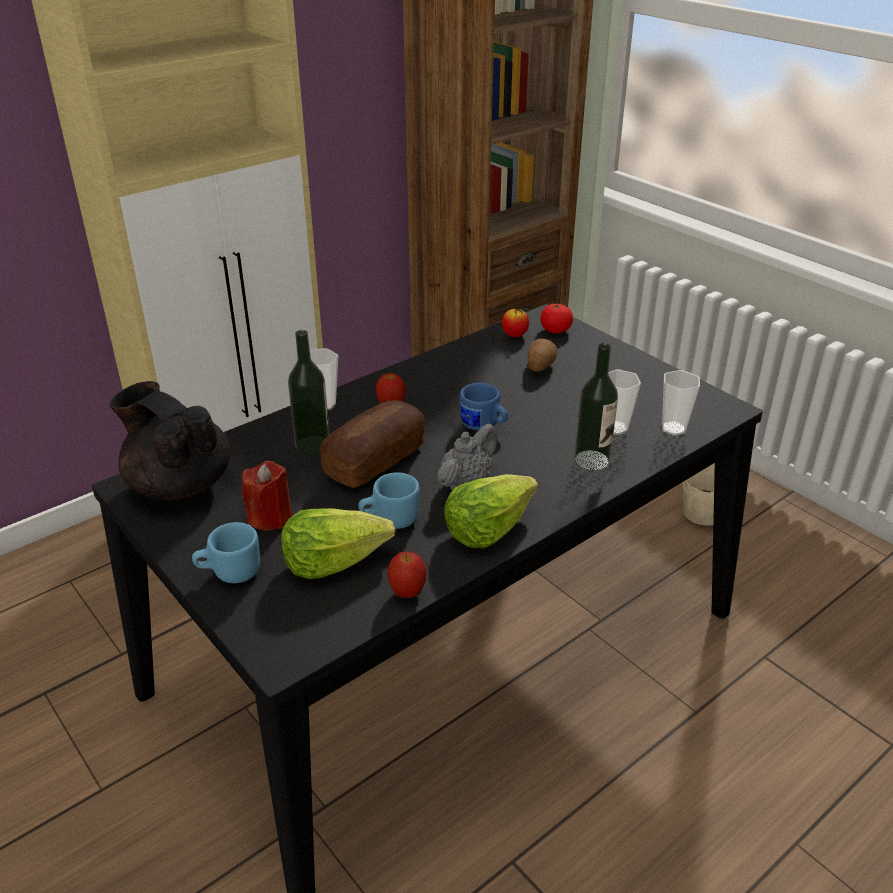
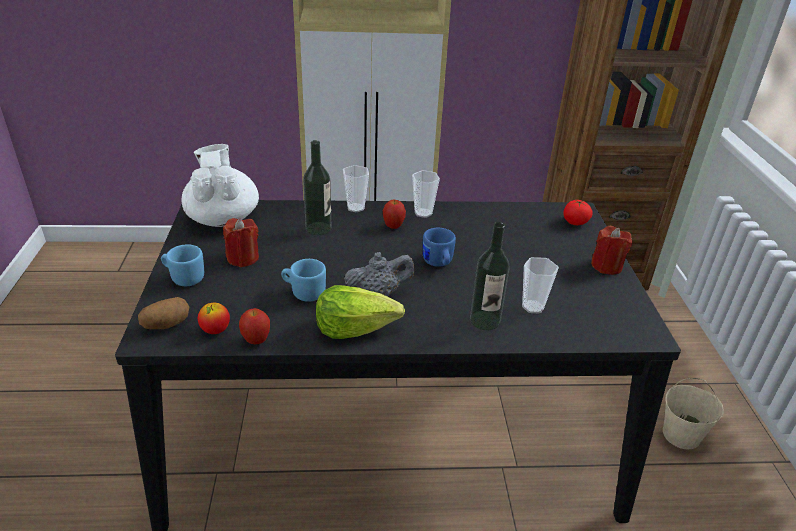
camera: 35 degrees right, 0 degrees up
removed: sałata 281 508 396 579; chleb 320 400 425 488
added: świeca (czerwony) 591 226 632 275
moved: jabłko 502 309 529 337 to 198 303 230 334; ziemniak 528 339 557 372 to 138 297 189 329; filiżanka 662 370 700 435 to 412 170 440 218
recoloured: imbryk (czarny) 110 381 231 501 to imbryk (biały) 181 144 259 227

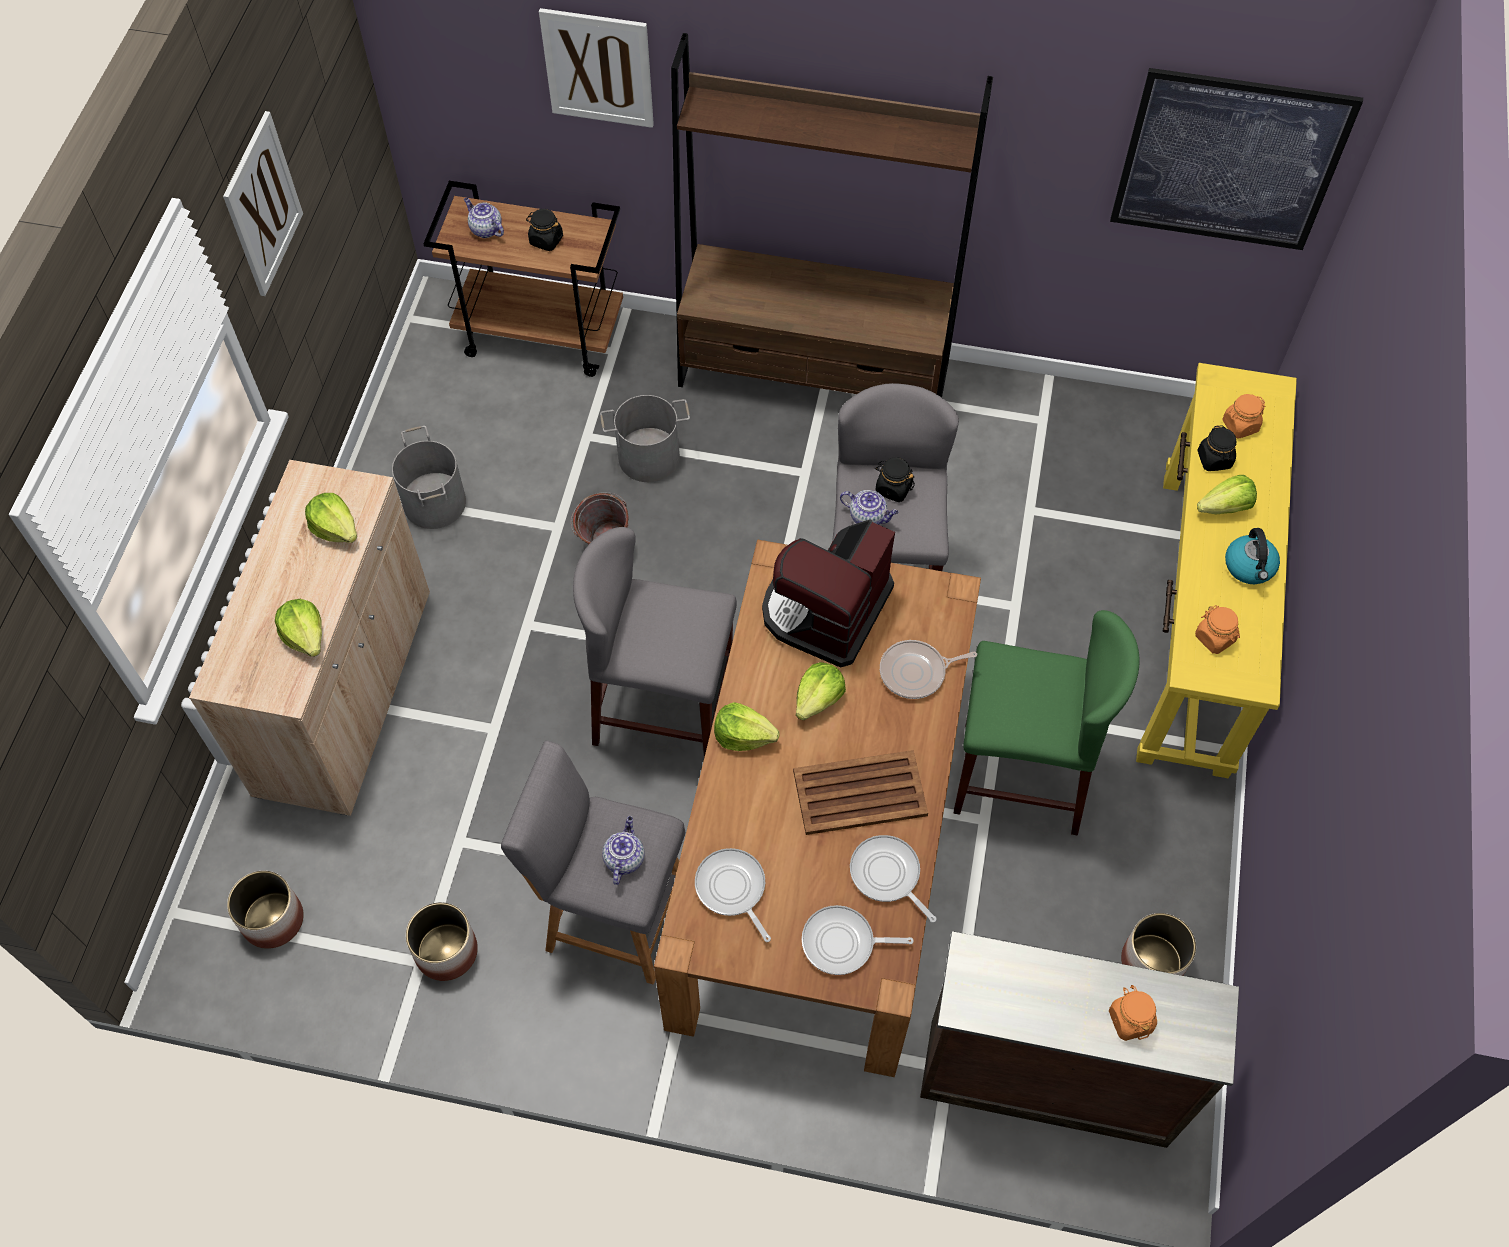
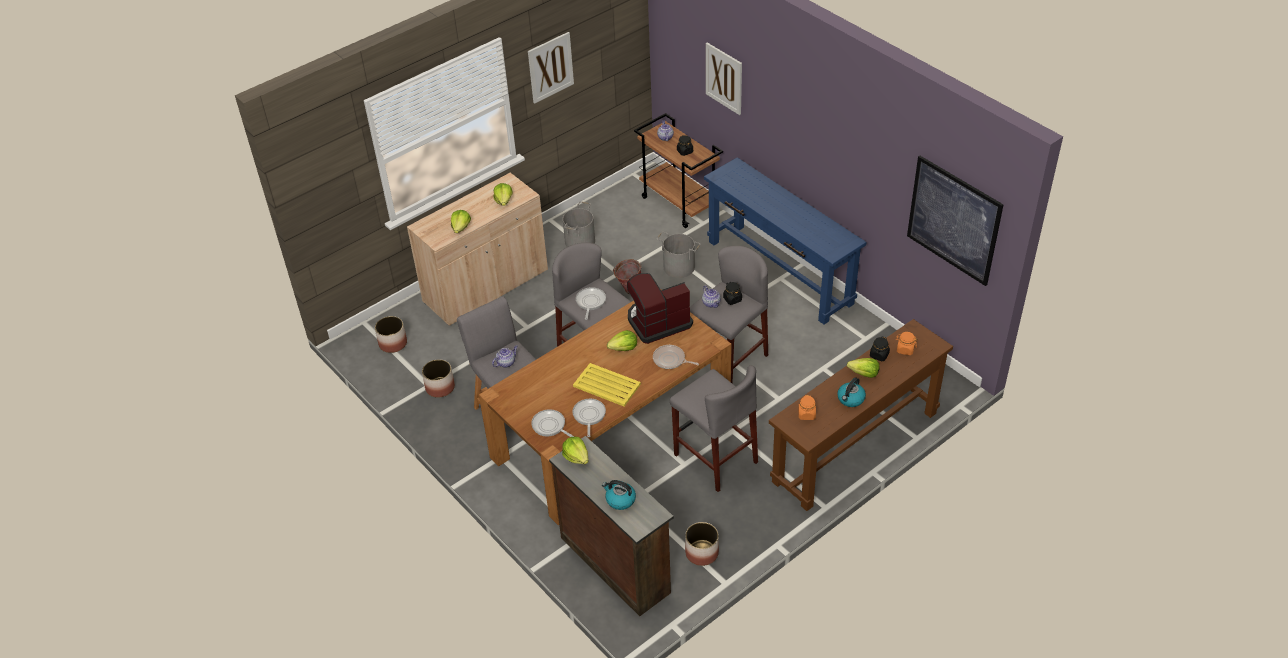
camera: 40 degrees right, 15 degrees down
moved: patelnia 695 848 771 942 to 576 287 606 320; sałata 714 702 780 751 to 562 437 589 464
replaced: regał (brązowy) 671 33 993 397 to stolik konsolowy (niebieski) 704 157 867 324; słoik (pomarańczowy) 1109 985 1157 1041 to czajnik 602 480 636 510
recoloured: taca (brązowy) 793 750 928 835 to taca (żółty) 573 363 641 407; stołek (zielony) 954 610 1140 836 to stołek (szary) 670 365 758 492; stolik konsolowy (żółty) 1136 363 1297 778 to stolik konsolowy (brązowy) 769 319 953 511

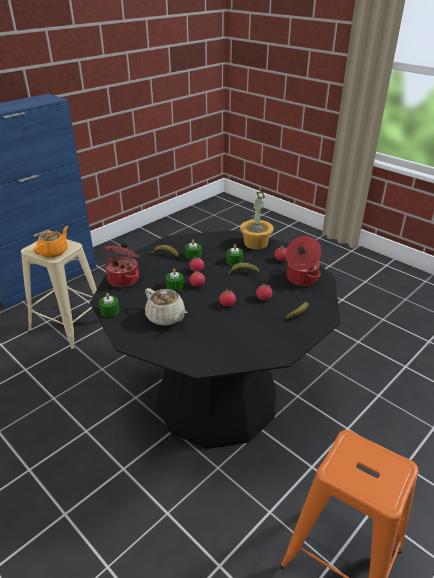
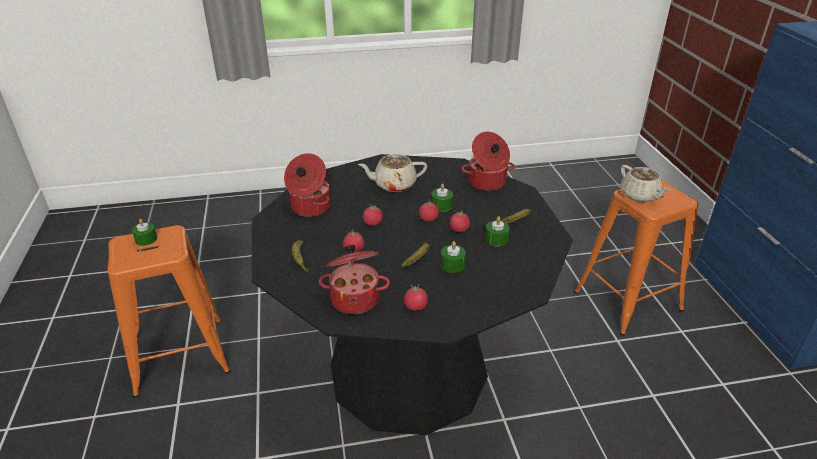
camera: 125 degrees right, 0 degrees up
removed: roślina doniczkowa 240 191 274 250
added: garnek 284 153 331 217
moved: świeca (zielony) 99 293 120 317 to 132 219 157 246
recoloured: stołek (beżowy) 21 239 97 350 to stołek (pomarańczowy) 574 180 699 336; imbryk (pomarańczowy) 33 226 68 258 to imbryk (beżowy) 620 165 671 202

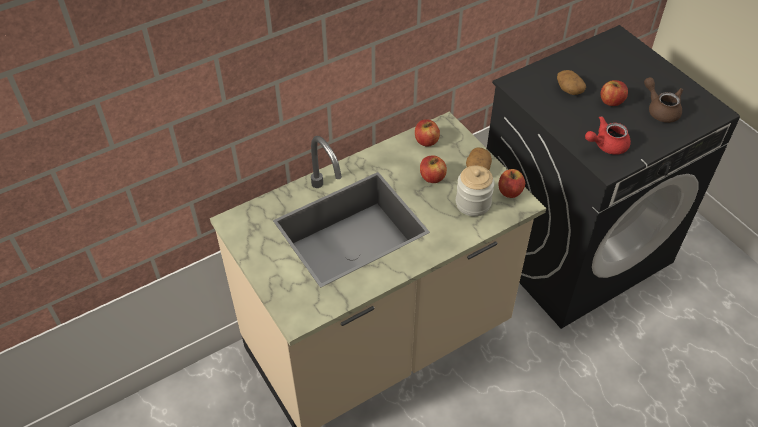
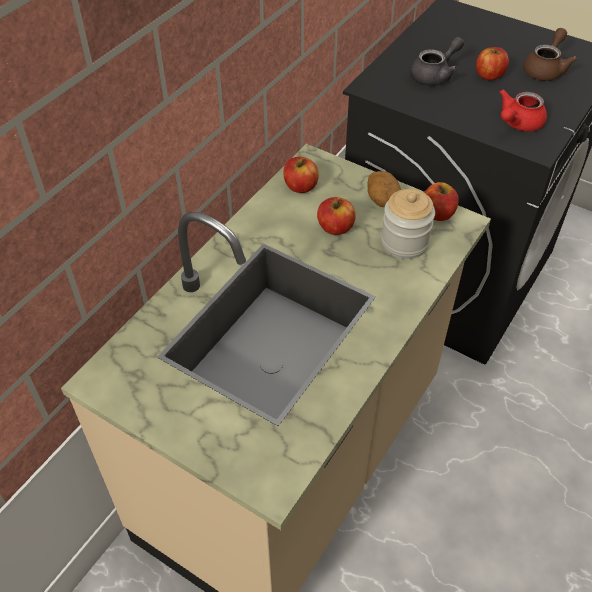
camera: 25 degrees left, 0 degrees up
replaced: ziemniak 557 70 586 95 to imbryk (szary) 410 37 464 86
turned: imbryk (brązowy) 644 77 683 123 = 523 28 578 81 90 degrees clockwise

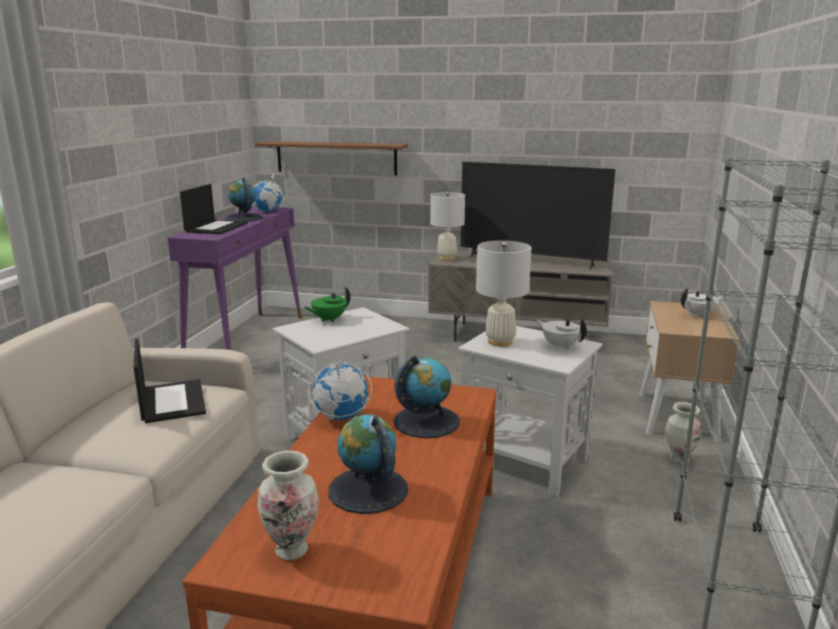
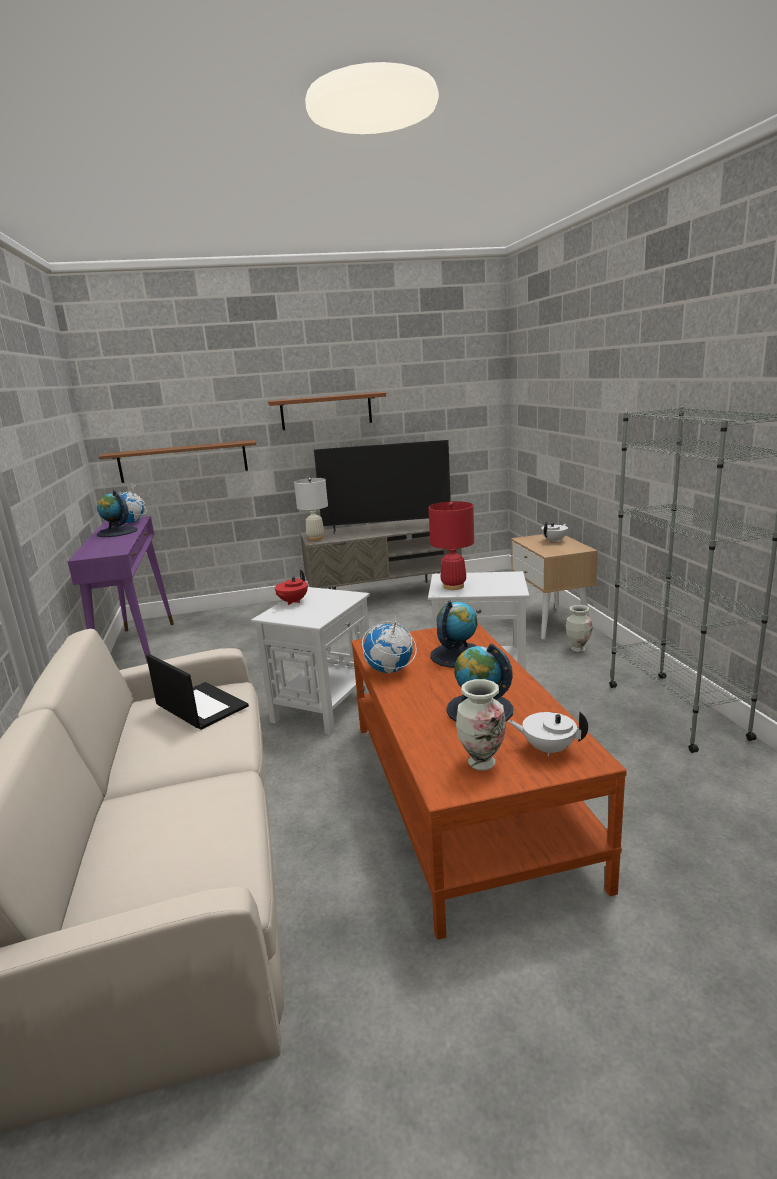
camera: 25 degrees left, 0 degrees up
removed: laptop 180 184 248 234
added: półka (brązowy) 268 392 386 430
moved: imbryk (biały) 537 319 587 349 to 508 711 588 756
recoloured: imbryk (zielony) 304 287 351 322 to imbryk (czerwony) 275 569 308 605; lampa stołowa (biały) 476 240 531 347 to lampa stołowa (czerwony) 428 501 474 590

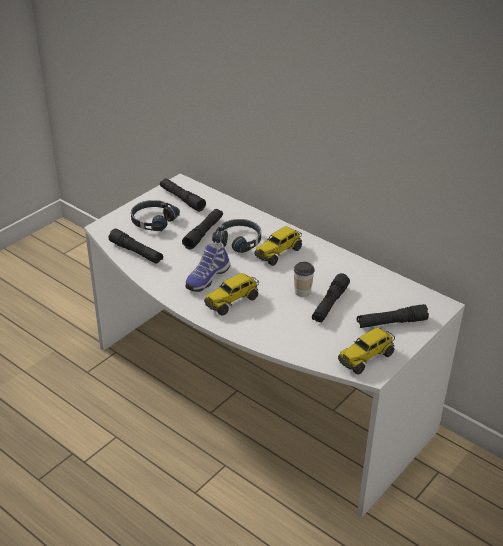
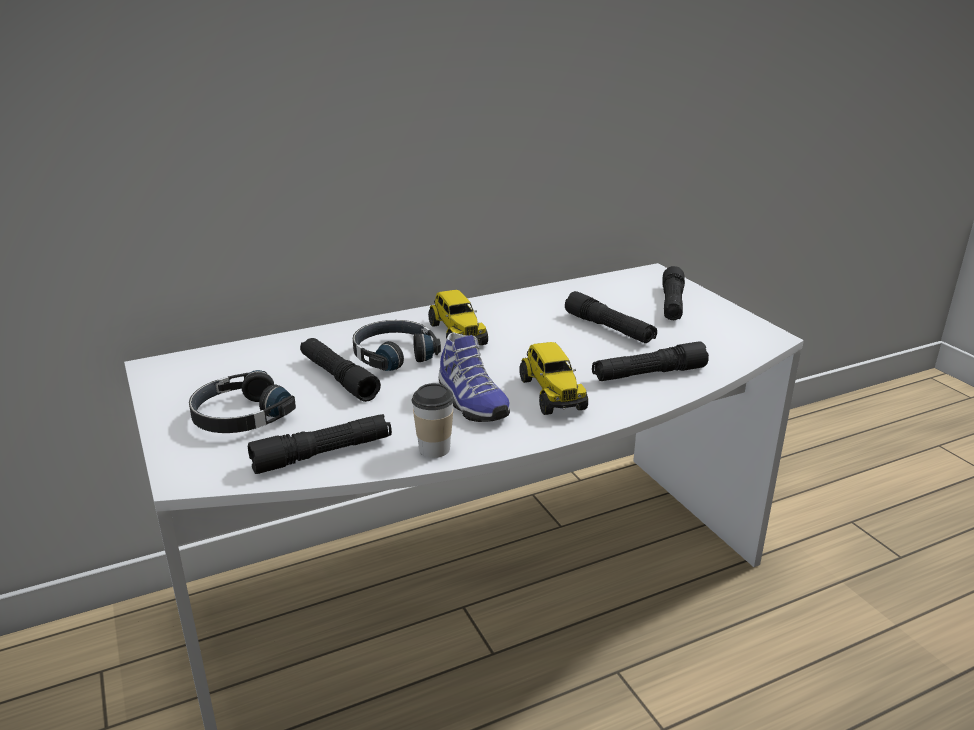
camera: 65 degrees left, 10 degrees down
removed: ciężarówka zabawkowa 338 328 395 375
moved: latarka (czarny) 160 178 206 212 to 592 341 709 381; filiżanka 294 262 315 297 to 412 383 454 458

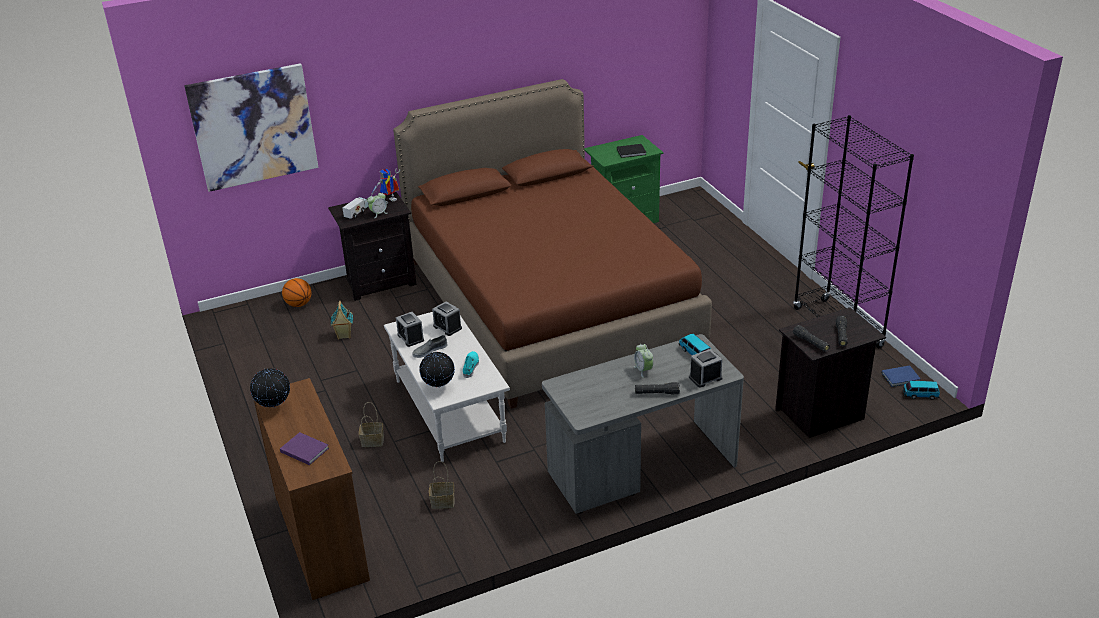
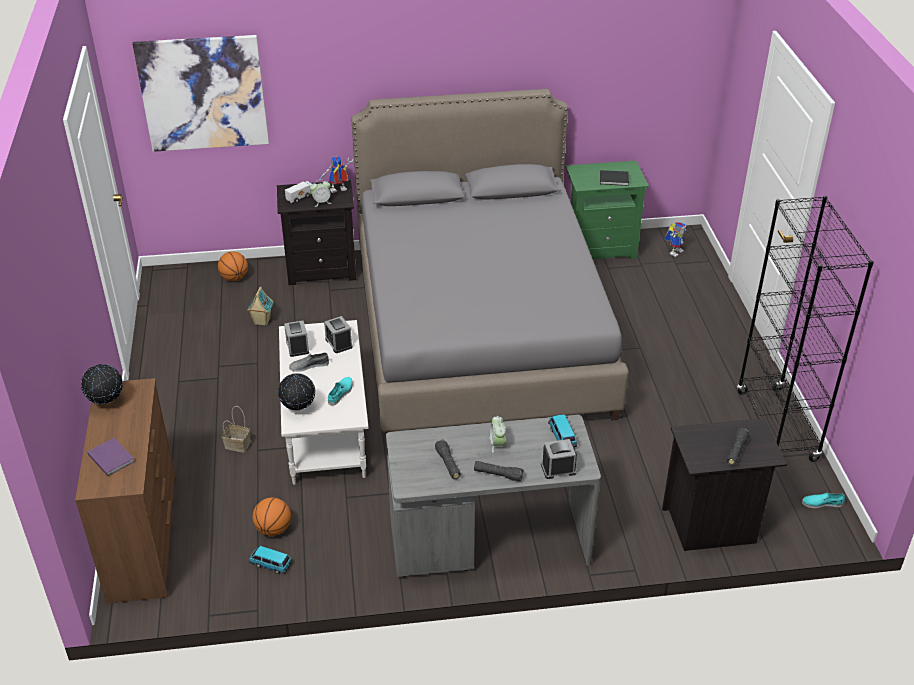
camera: 15 degrees right, 5 degrees up
added: robot zabawkowy 664 222 687 257
moved: latarka (czarny) 793 325 830 352 to 435 440 461 479; samochodzik 903 381 940 400 to 249 546 292 574
replaced: koszyk 429 461 455 509 to piłka do koszykówki 252 497 291 536; książka (niebieski) 882 365 921 387 to but (turkusowy) 802 492 845 508
recoloured: łóżko (brązowy) 393 79 712 409 to łóżko (szary) 351 89 629 434

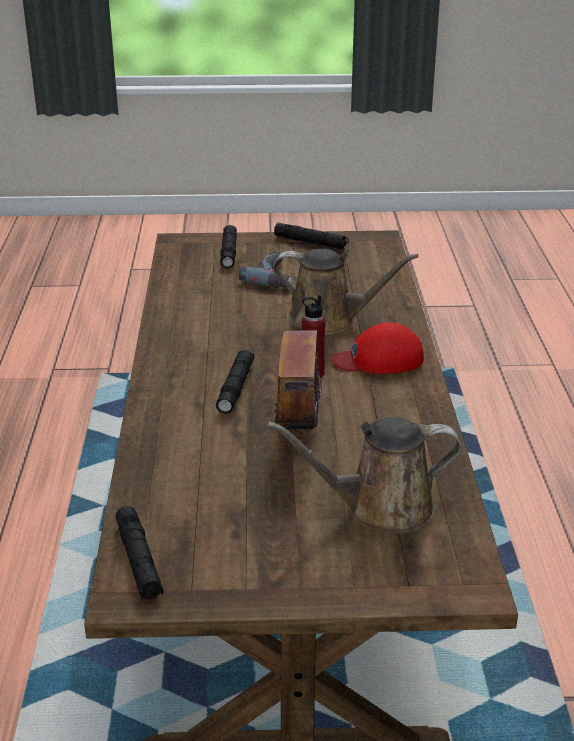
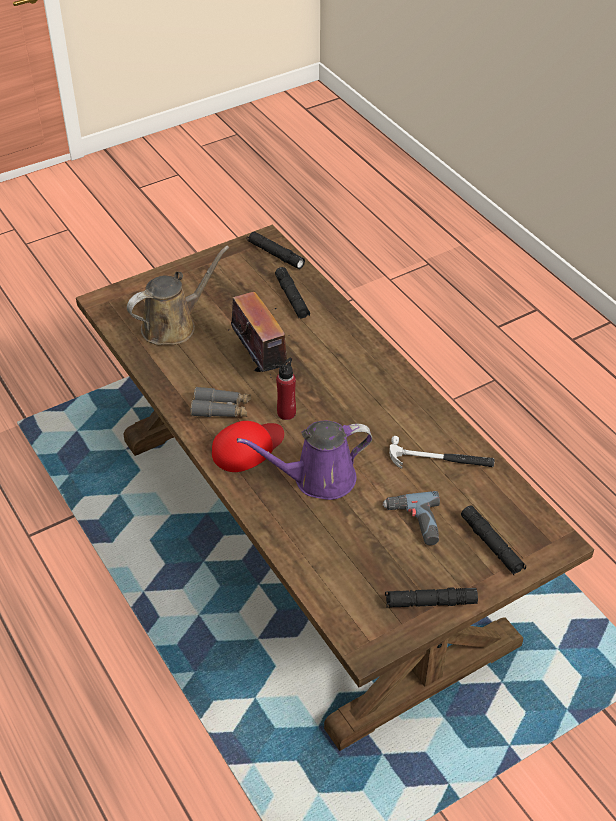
camera: 150 degrees right, 15 degrees up
added: lornetka (szary) 191 387 251 417; młotek 389 436 495 469
moved: latarka (czarny) 216 350 254 414 to 275 267 310 319
recoloured: konewka (brązowy) 273 249 418 335 to konewka (fioletowy) 237 421 372 500

